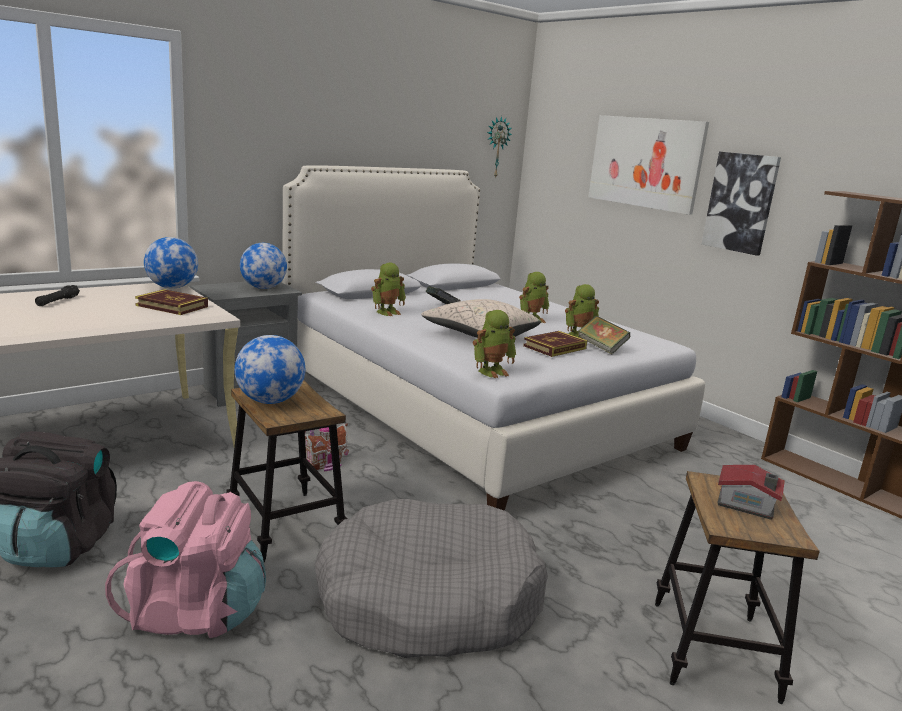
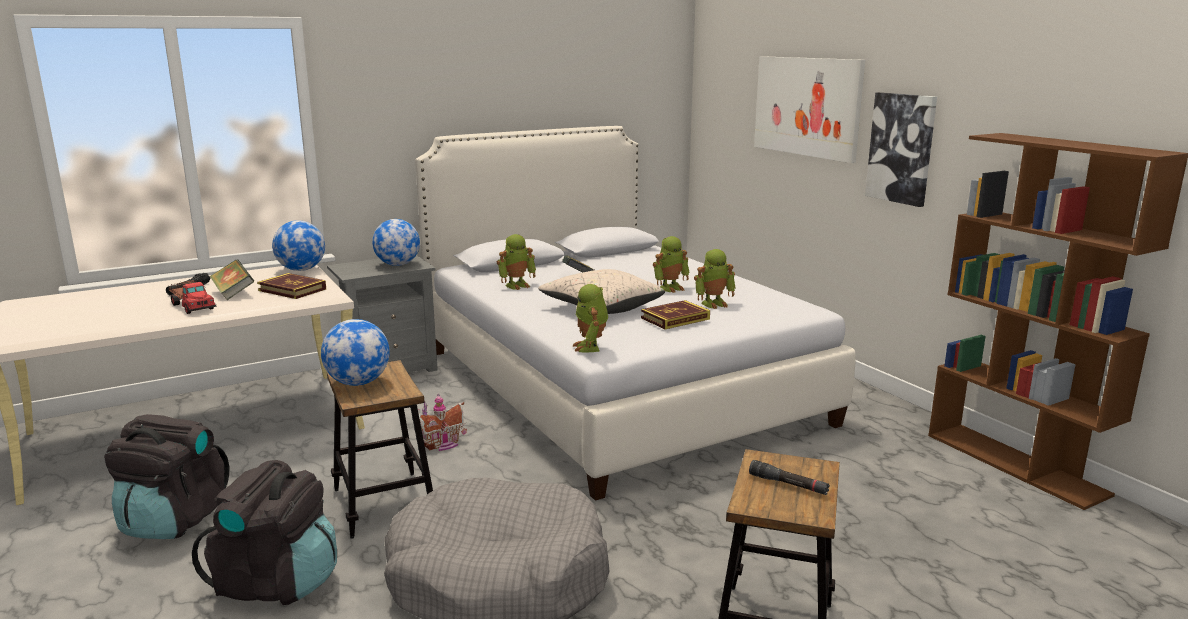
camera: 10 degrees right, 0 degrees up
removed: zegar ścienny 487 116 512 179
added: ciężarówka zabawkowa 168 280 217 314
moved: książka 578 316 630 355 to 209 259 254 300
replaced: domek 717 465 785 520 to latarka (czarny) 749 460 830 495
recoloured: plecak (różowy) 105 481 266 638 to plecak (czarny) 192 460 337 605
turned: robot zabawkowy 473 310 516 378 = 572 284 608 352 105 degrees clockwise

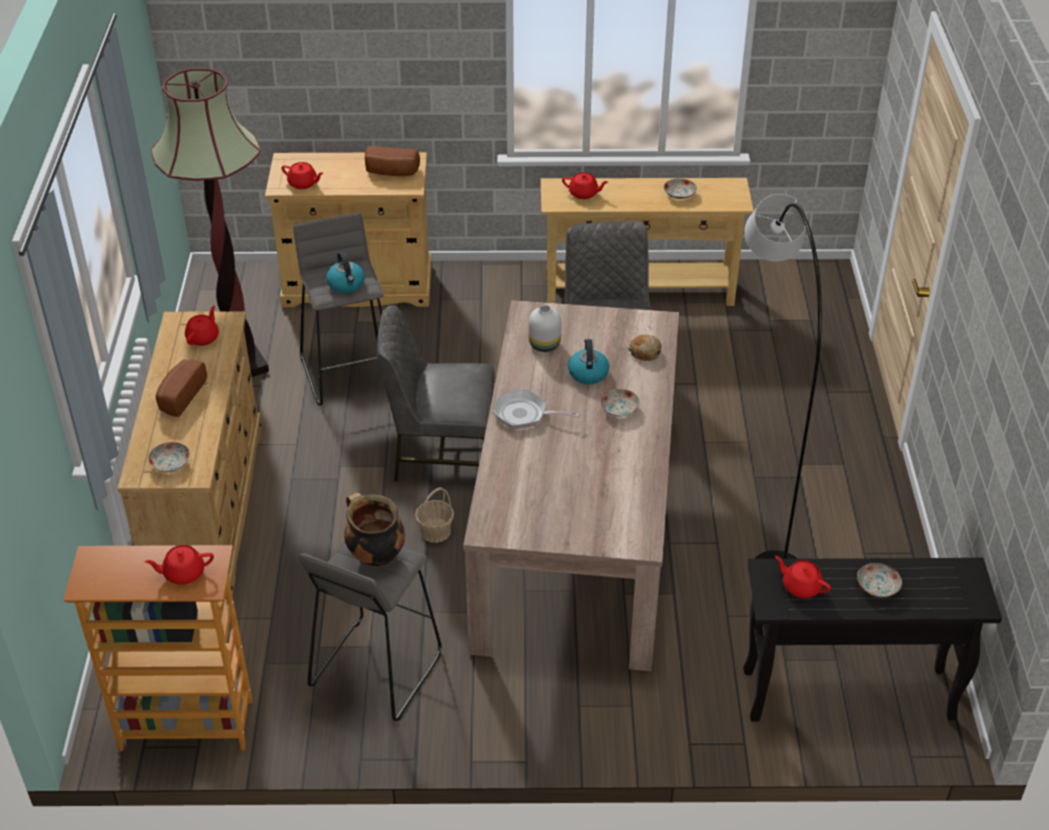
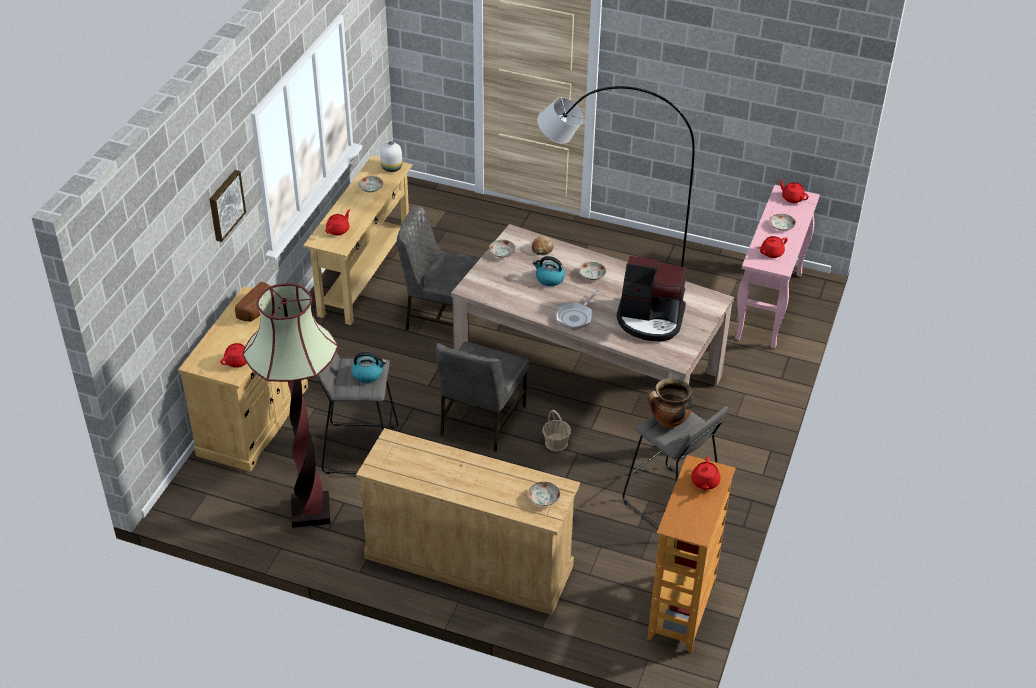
camera: 70 degrees left, 0 degrees up
removed: chleb 156 359 207 417
added: obraz 210 170 246 242; talerz 489 240 516 258; ekspres do kawy 617 256 687 341
moved: imbryk (czerwony) 185 306 219 346 to 779 179 809 203; wazon (biały) 528 305 561 352 to 380 141 402 172
recoloured: stolik konsolowy (czarny) 743 558 1002 722 to stolik konsolowy (różowy) 735 185 820 349

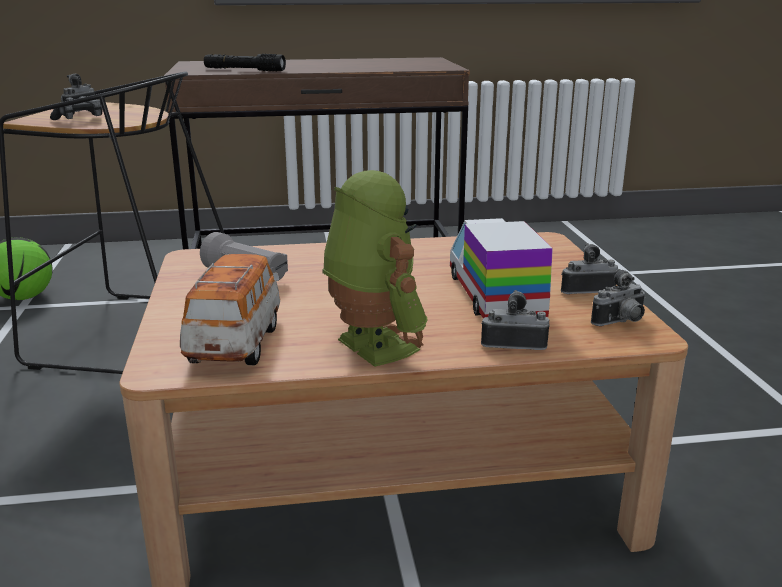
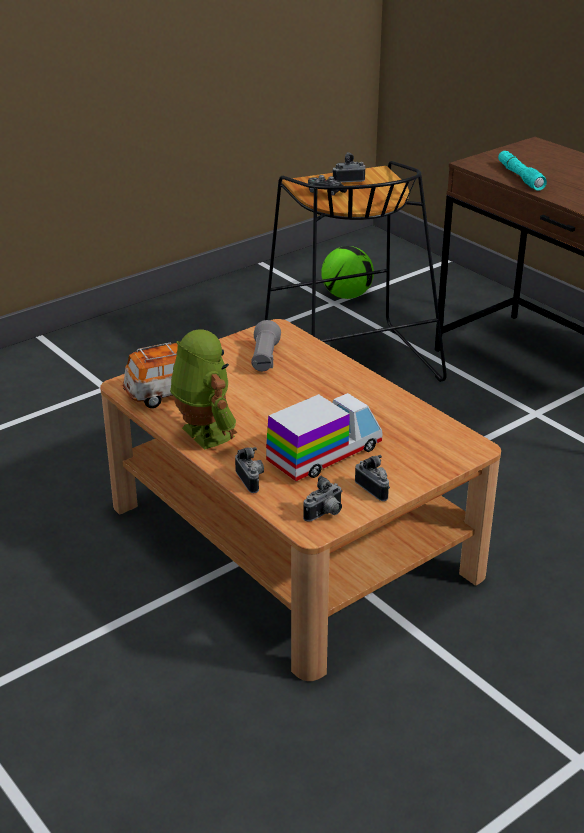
camera: 60 degrees right, 10 degrees up
recoloured: latarka (czarny) 204 54 286 71 to latarka (turkusowy) 498 151 547 191
turned: robot zabawkowy 322 170 428 367 = 170 329 238 449 60 degrees counterclockwise; aparat fotograficzny 591 269 646 326 = 303 476 342 522 75 degrees counterclockwise

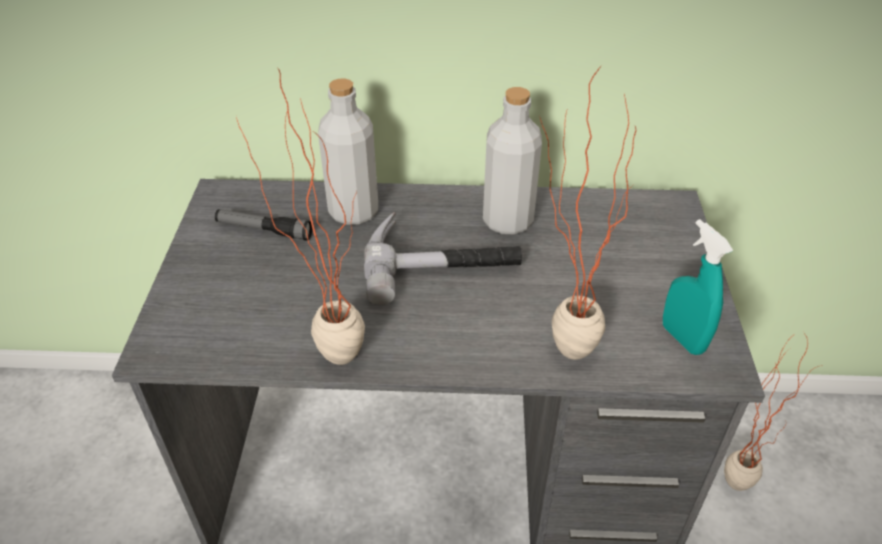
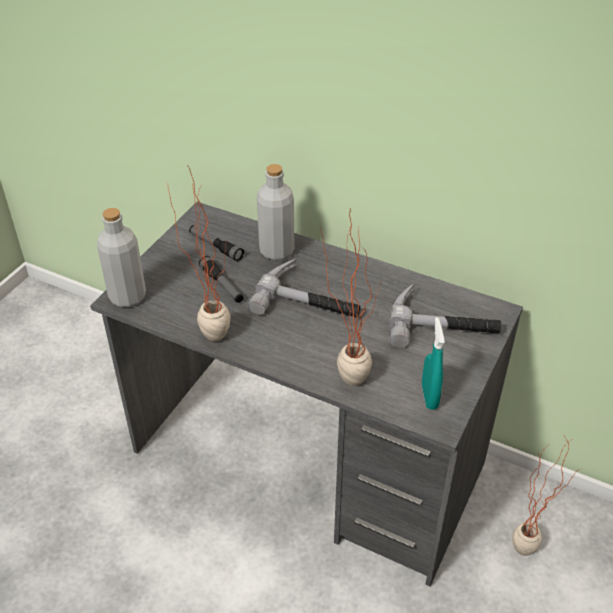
camera: 25 degrees right, 0 degrees up
added: latarka 199 256 244 303; młotek 389 284 501 348
moved: butelka (szary) 483 87 542 235 to 97 208 146 307

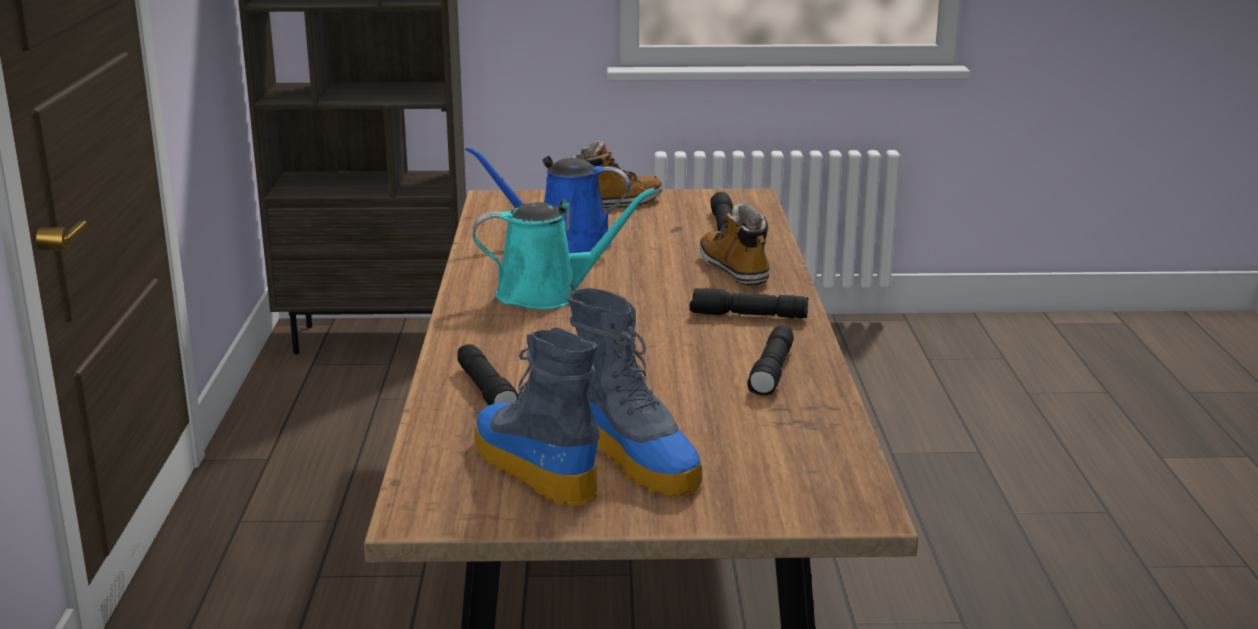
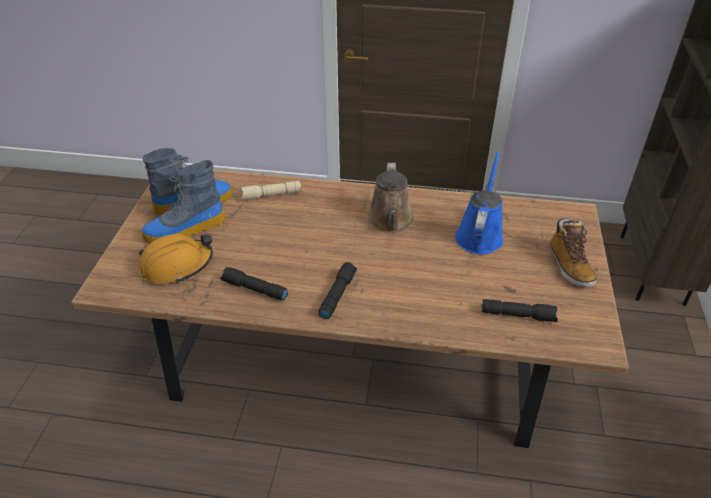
camera: 100 degrees right, 20 degrees up
removed: but z cholewką 700 202 769 286
added: kask (pomarańczowy) 139 233 213 284
recoloured: latarka (czarny) 457 344 518 405 to latarka (beżowy) 240 181 302 200; konewka (turkusowy) 473 188 655 310 to konewka (brązowy) 368 163 414 233

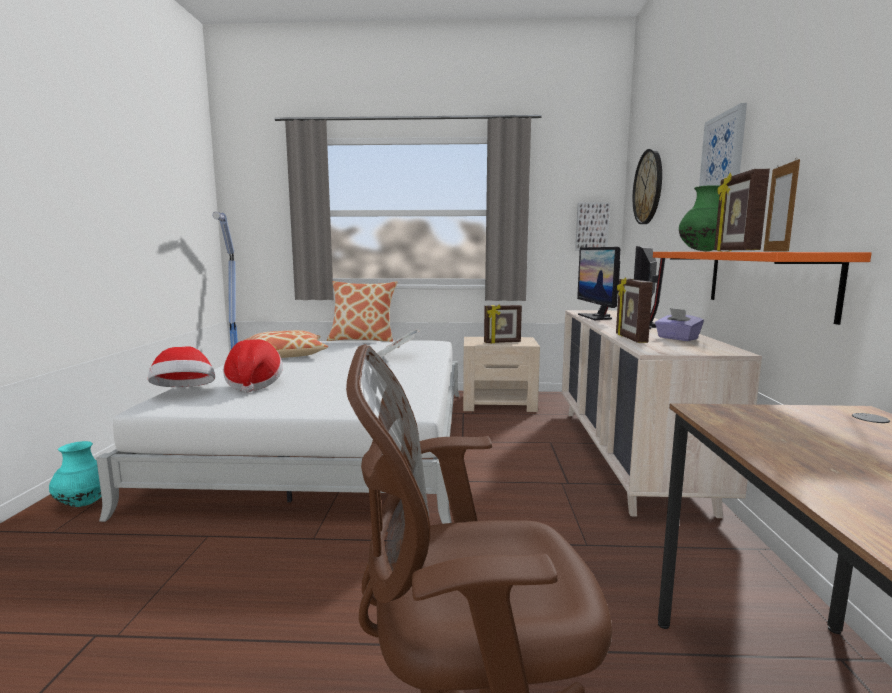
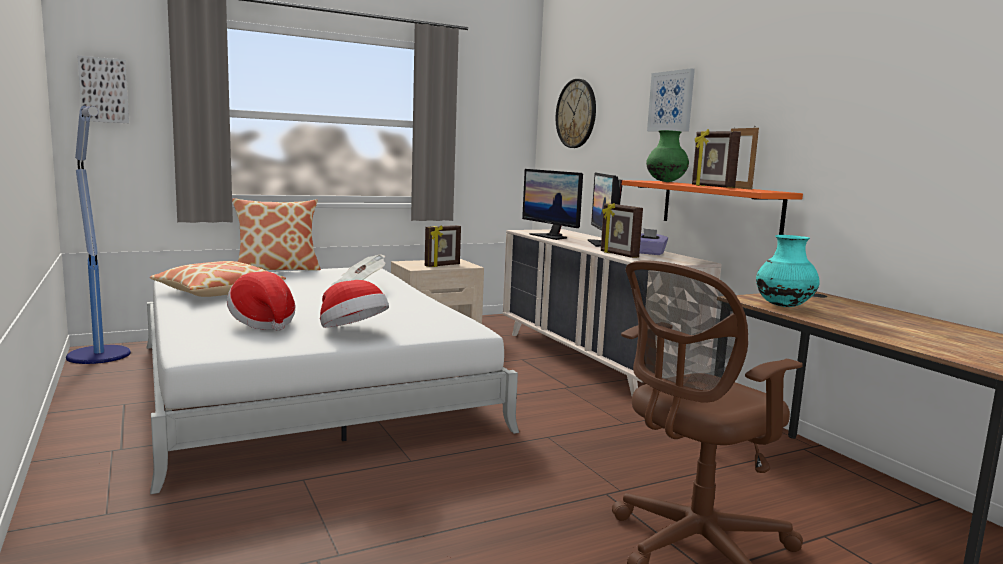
camera: 30 degrees left, 0 degrees up
moved: wazon (turkusowy) 49 441 102 507 to 756 235 820 307; kapelusz 148 346 215 387 to 320 280 389 328; obraz 575 202 610 251 to 77 55 129 123

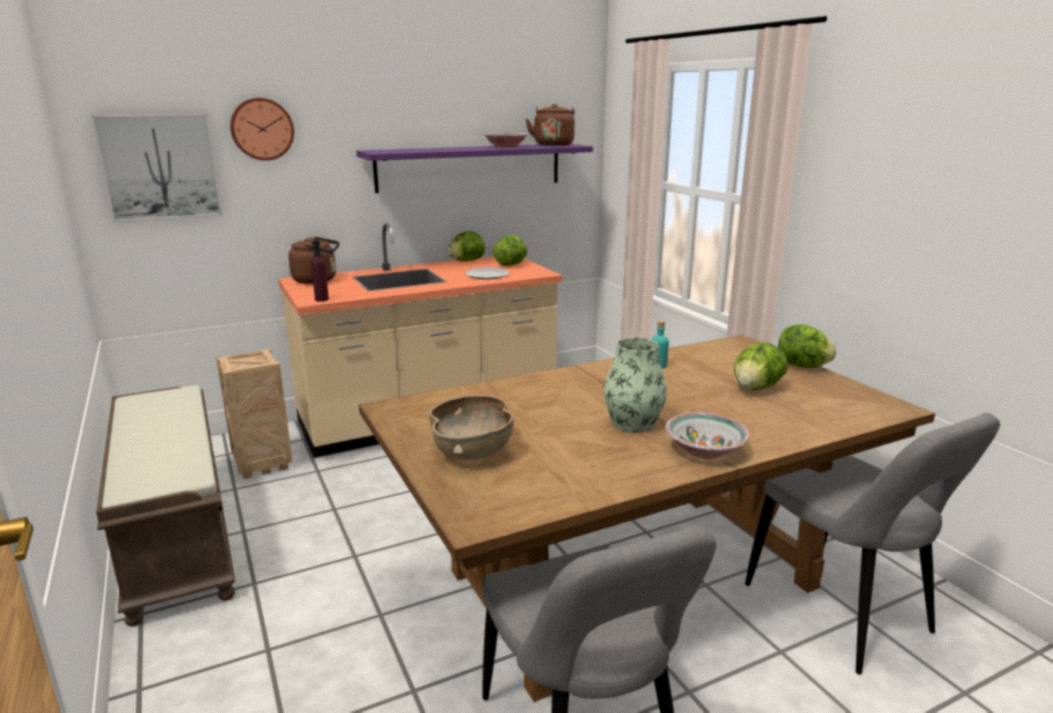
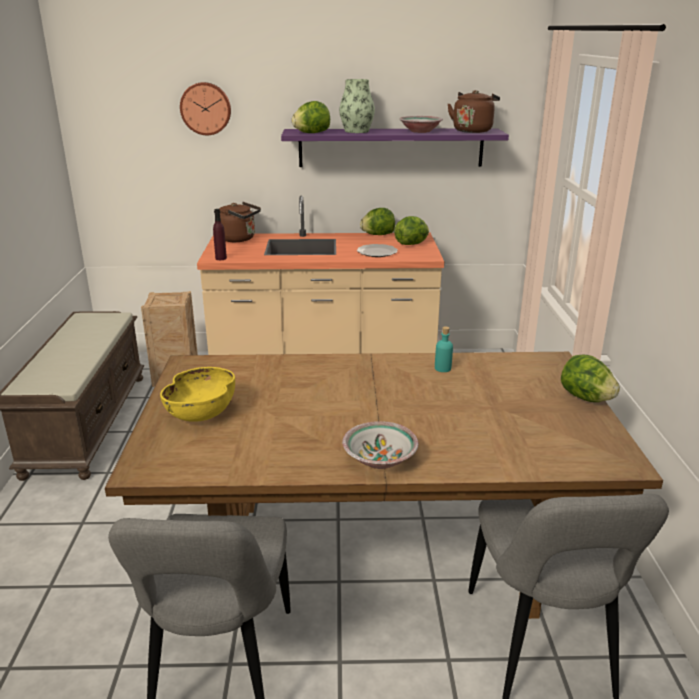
camera: 25 degrees right, 5 degrees up
removed: obraz 92 114 222 223
moved: wazon 604 337 667 433 to 339 79 375 133; sałata 734 343 788 391 to 292 101 330 133
recoloured: miska (brązowy) 429 395 514 461 to miska (żółty) 160 367 235 422

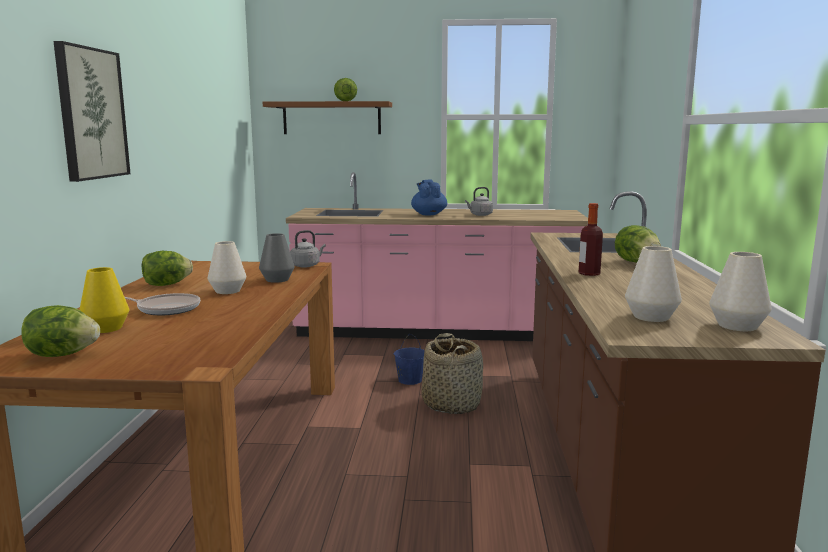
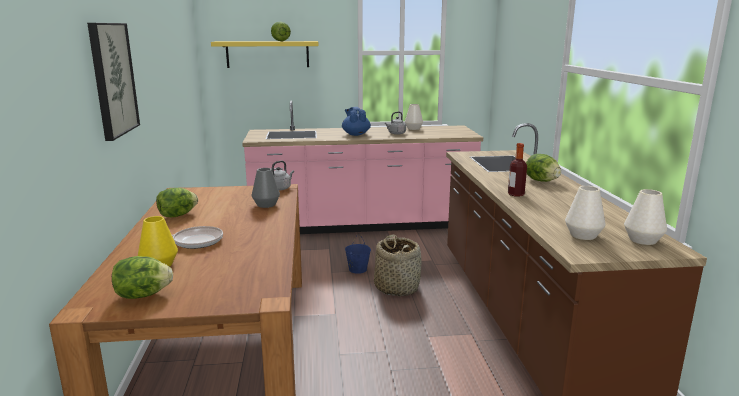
camera: 10 degrees left, 5 degrees up
moved: wazon (biały) 208 241 246 294 to 405 104 423 130
recoloured: półka (brązowy) 263 101 392 134 to półka (żółty) 211 41 318 68

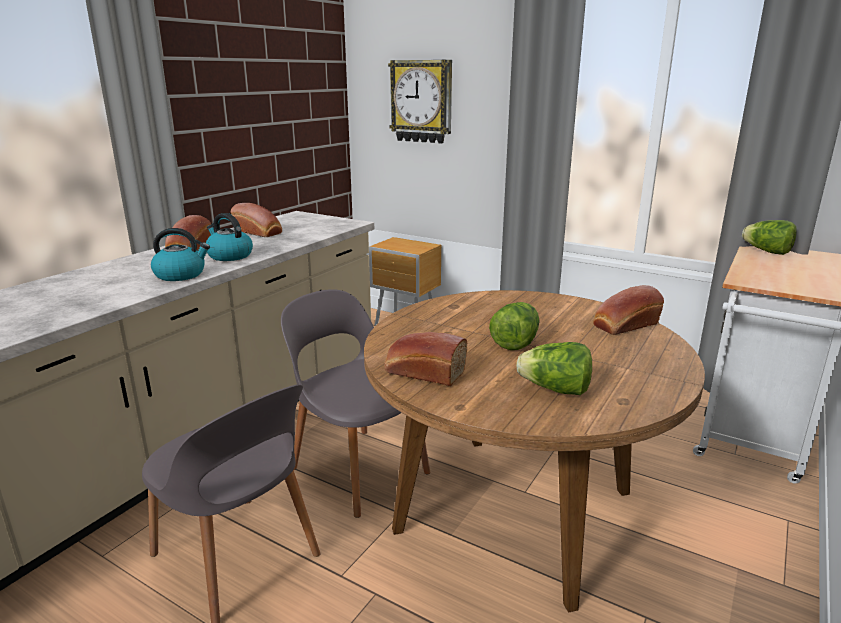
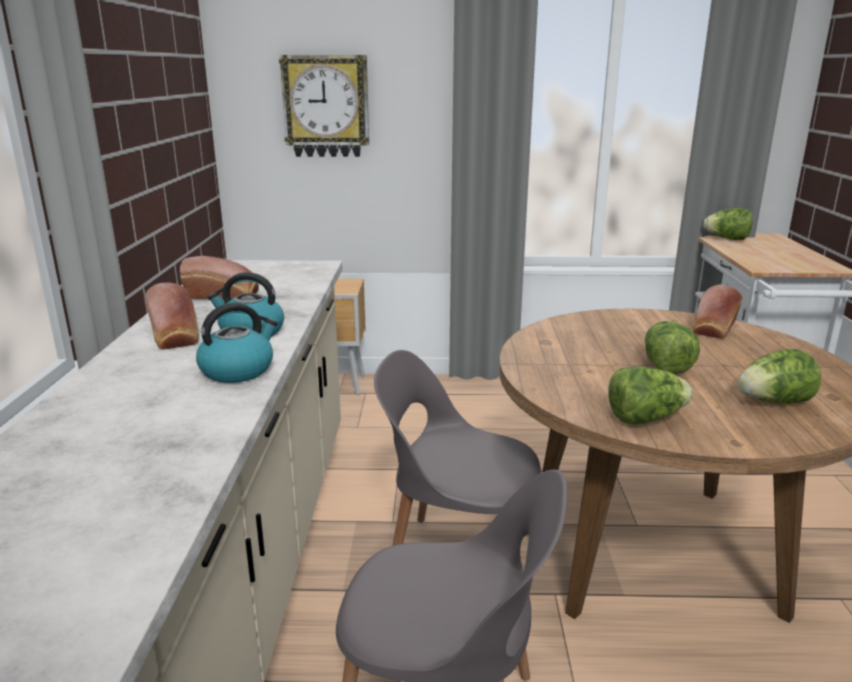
camera: 30 degrees left, 0 degrees up
replaced: chleb 384 332 467 386 to sałata 608 366 693 425

